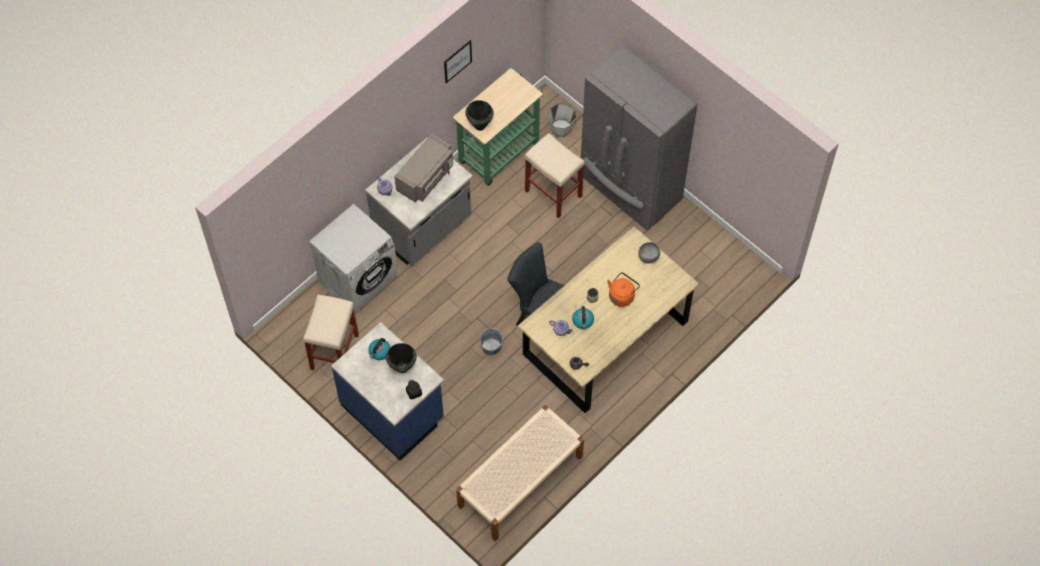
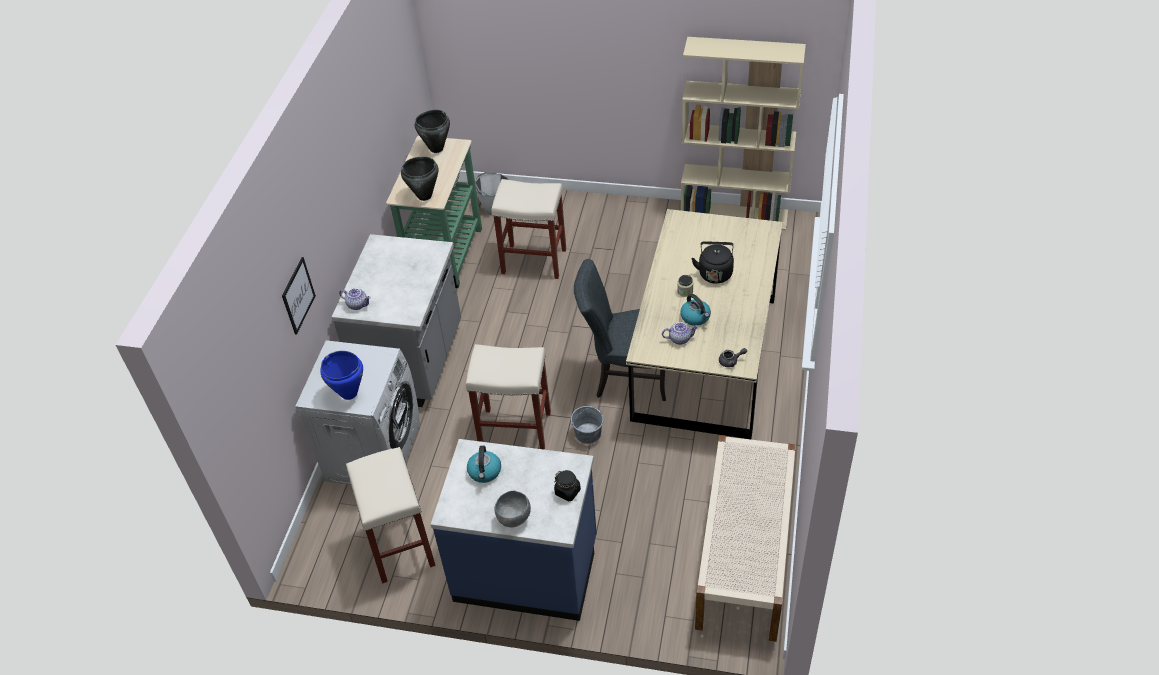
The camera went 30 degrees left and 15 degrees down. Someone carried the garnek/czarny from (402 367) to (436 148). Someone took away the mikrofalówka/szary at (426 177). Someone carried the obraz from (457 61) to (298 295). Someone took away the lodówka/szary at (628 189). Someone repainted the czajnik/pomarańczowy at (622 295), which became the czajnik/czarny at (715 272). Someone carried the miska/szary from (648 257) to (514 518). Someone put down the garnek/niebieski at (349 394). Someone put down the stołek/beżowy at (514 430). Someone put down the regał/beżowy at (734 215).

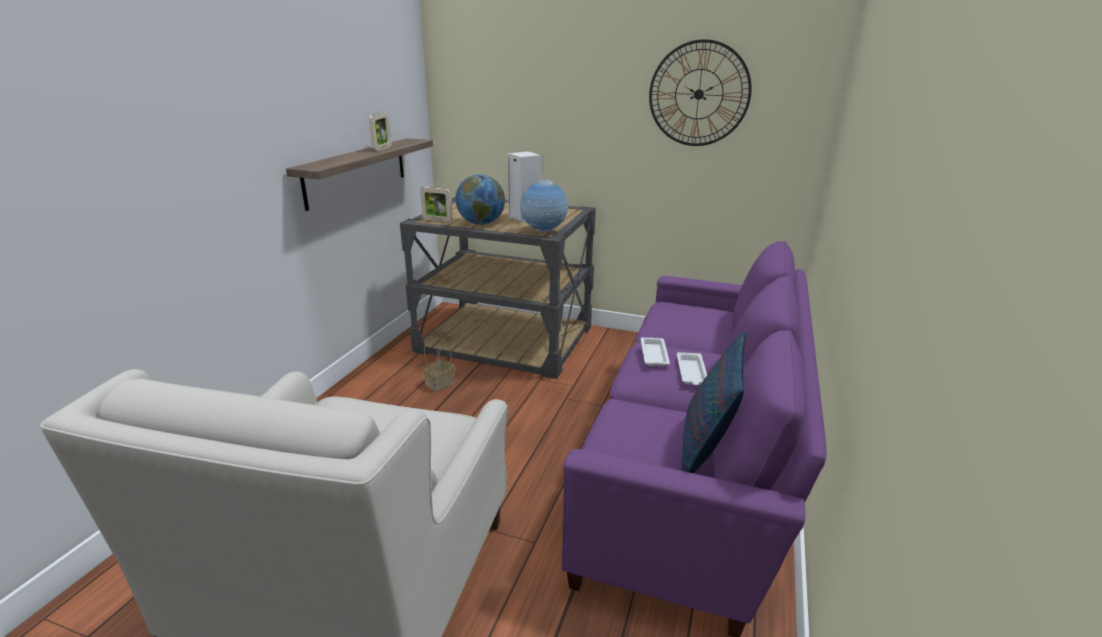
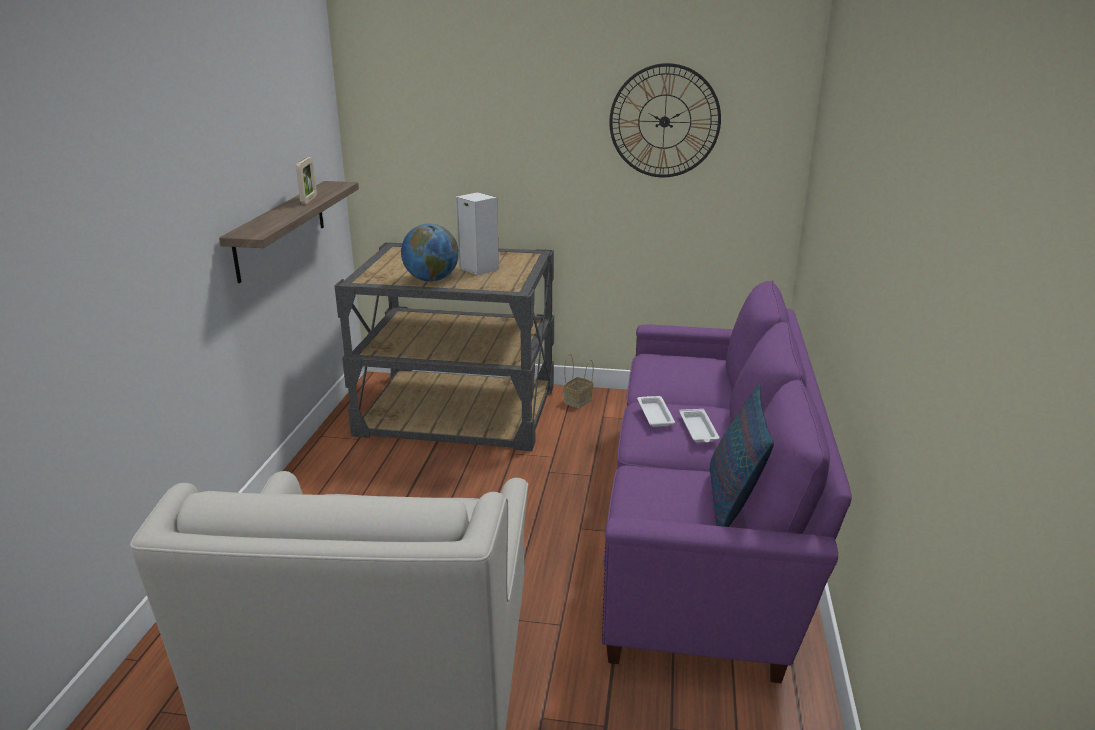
The camera went 10 degrees left and 0 degrees up. Someone took away the ramka na zdjęcie at (437 220). Someone carried the koszyk from (439 384) to (578 401). Someone took away the globus at (543 232).

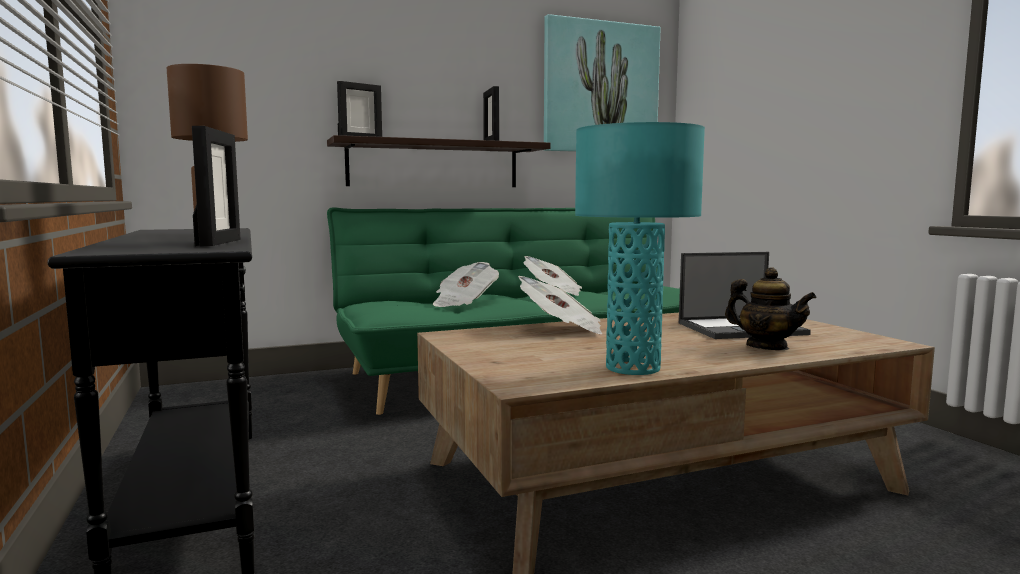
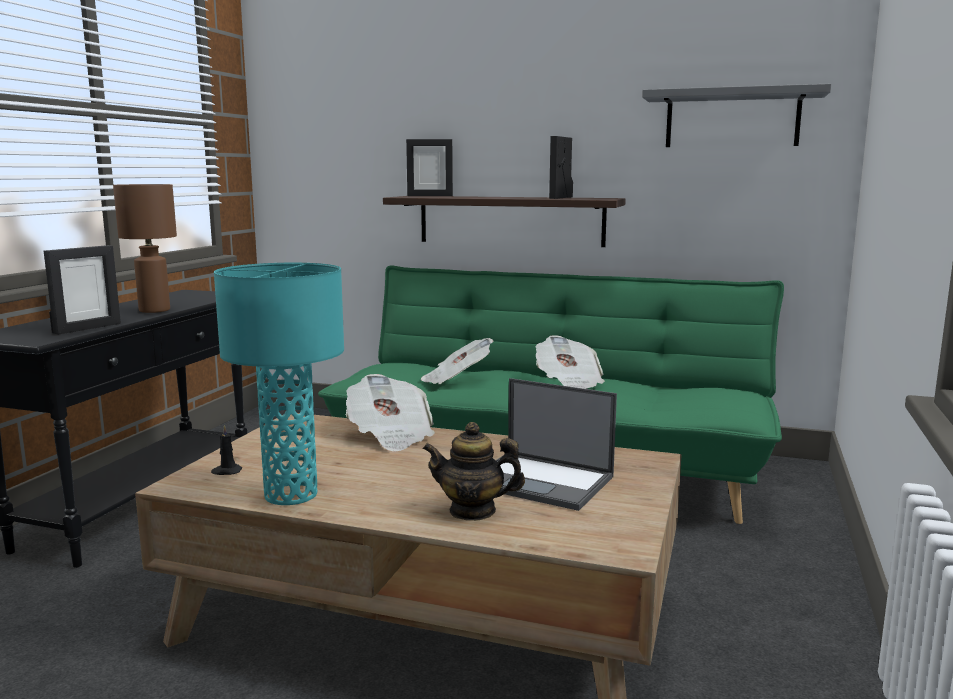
The camera went 40 degrees right and 5 degrees up. Someone swapped the obraz at (600 88) for the półka/szary at (732 119). Someone rotated the imbryk at (767 347) by 105 degrees clockwise. Someone put down the świeca/czarny at (226 471).

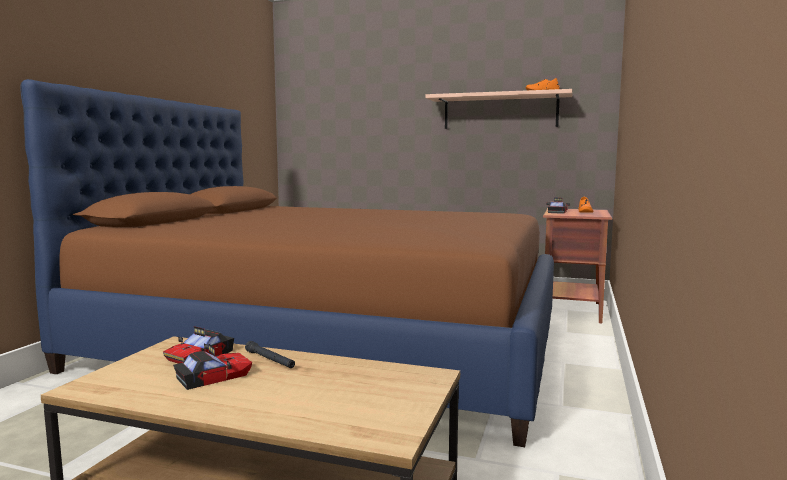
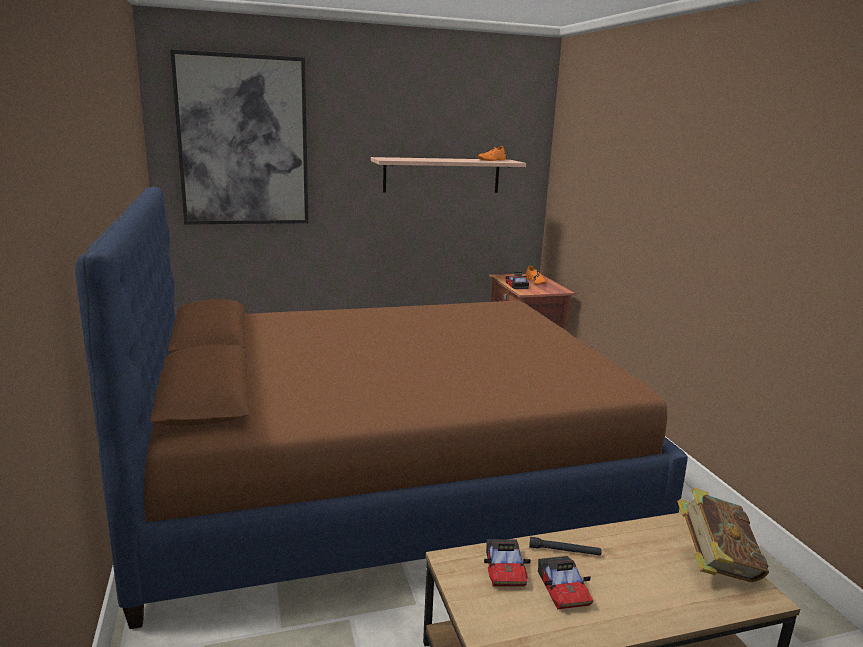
The camera went 35 degrees left and 10 degrees up. Someone rotated the samochodzik at (213 376) by 150 degrees clockwise. Someone put up the obraz at (243 141). Someone put down the książka at (715 564).

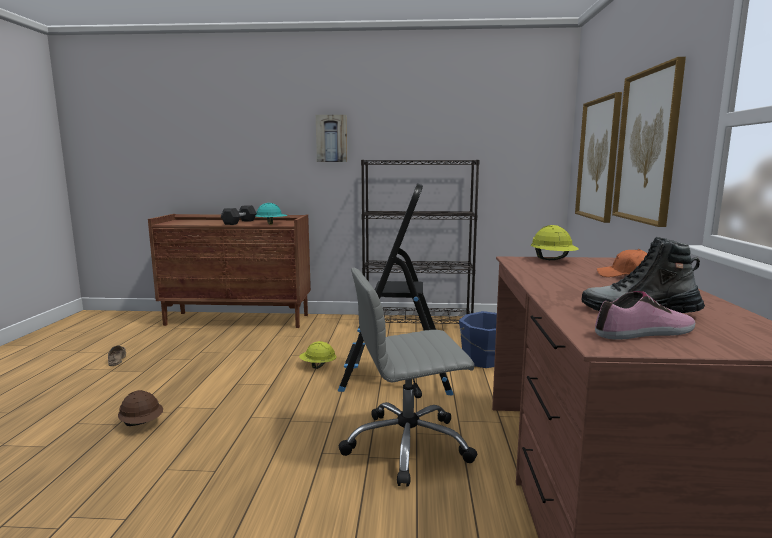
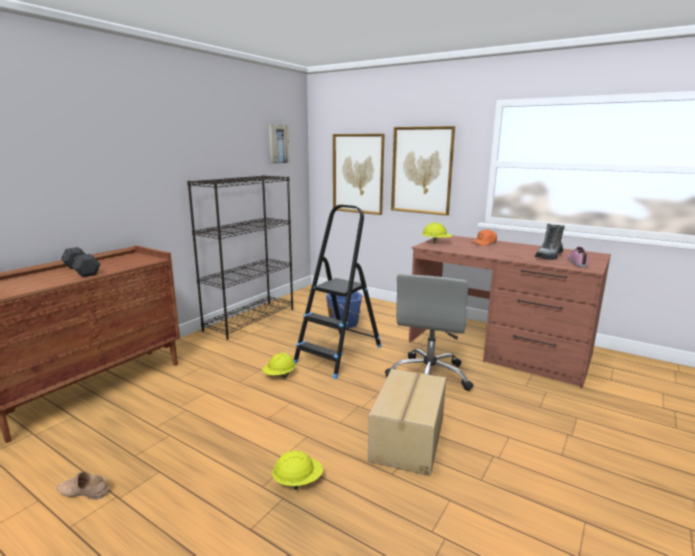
The camera went 60 degrees left and 5 degrees up. Someone repainted the kask/brązowy at (142 424), which became the kask/żółty at (298 481). Someone took away the kask/turkusowy at (271 224). Someone carried the obraz from (332 138) to (277 144). Someone put down the karton at (409 439).

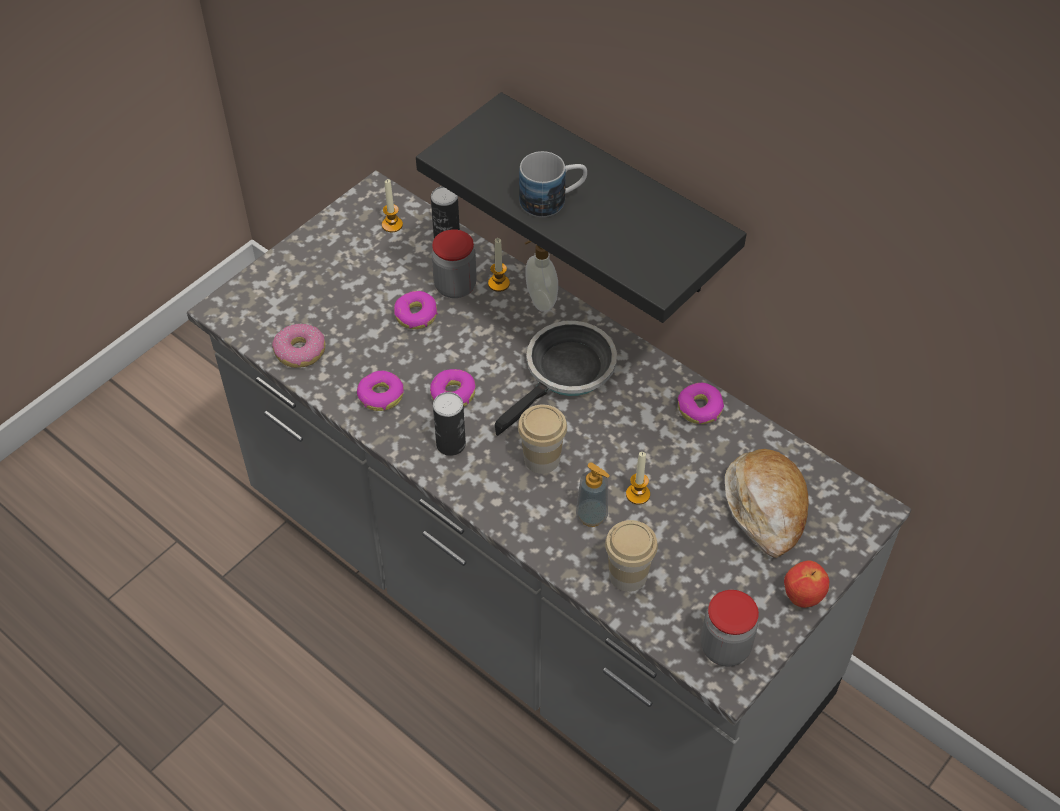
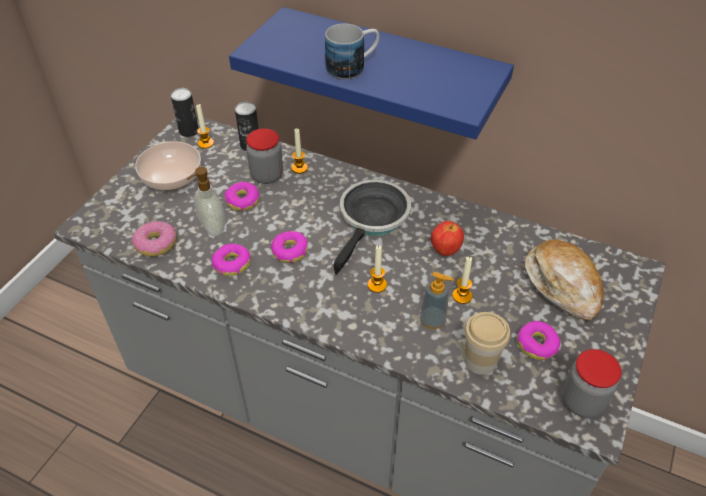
The camera went 15 degrees left and 5 degrees down. Someone repainted the półka/czarny at (616 199), which became the półka/niebieski at (390 72). Someone carried the puszka from (451 444) to (189 131). Someone swapped the filiżanka at (542 458) for the świeca at (377 285). Someone carried the dozownik mydła from (540 301) to (212 228). Someone carried the donut from (699 408) to (537 345). Someone carried the jabłko from (802 596) to (445 250). Someone put down the miska at (171 177).

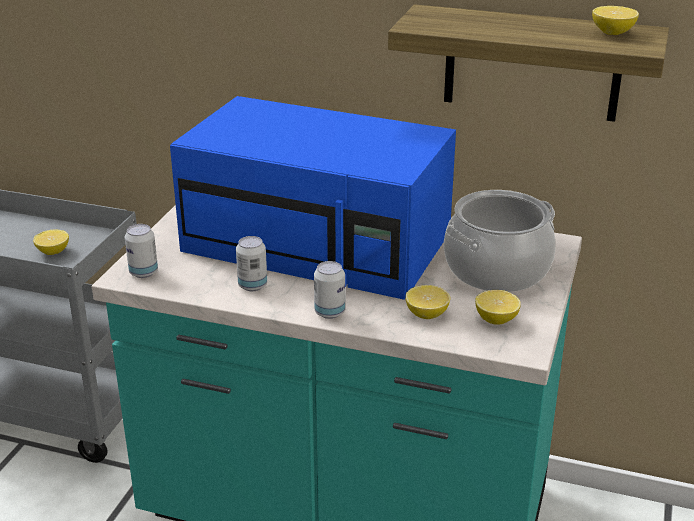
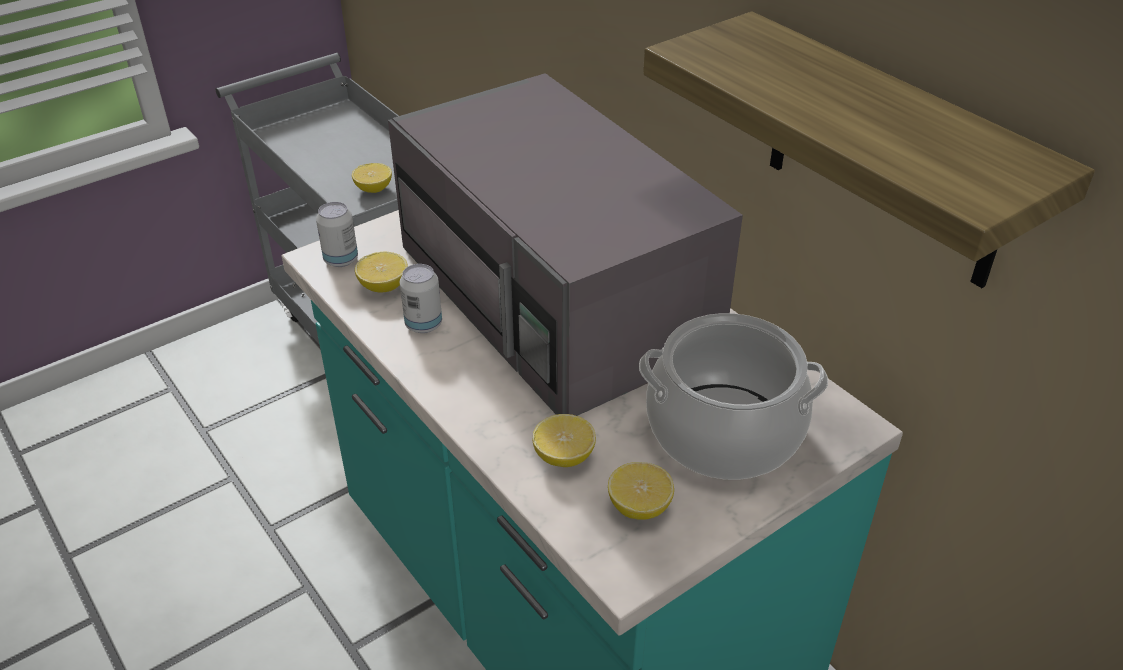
The camera went 35 degrees right and 10 degrees up. Someone repainted the mikrofalówka/niebieski at (320 242), which became the mikrofalówka/szary at (557 297). Someone took away the puszka at (329 312). Someone carried the cytryna from (612 33) to (383 286).

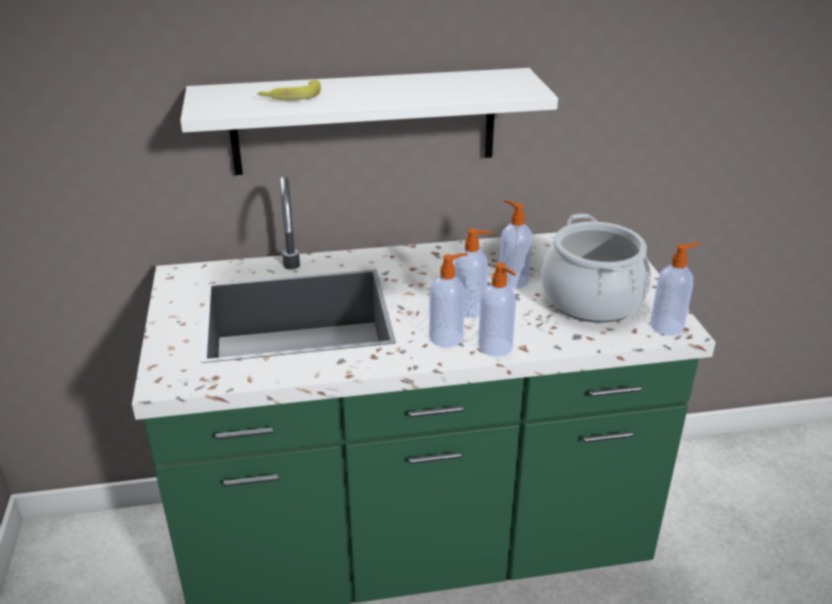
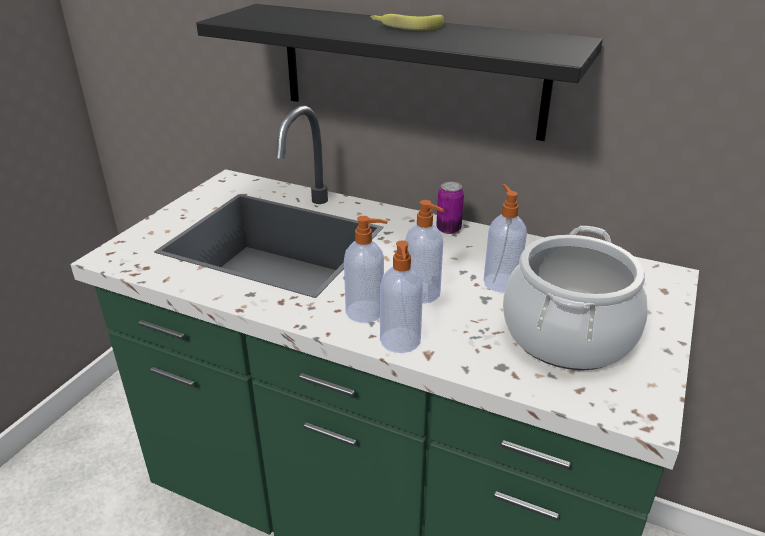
The camera went 35 degrees right and 0 degrees up. Someone repainted the półka/biały at (364 121), which became the półka/czarny at (410 70). Someone carried the banan from (290 97) to (406 27). Someone took away the dozownik mydła at (667 326). Someone put down the puszka at (448 229).

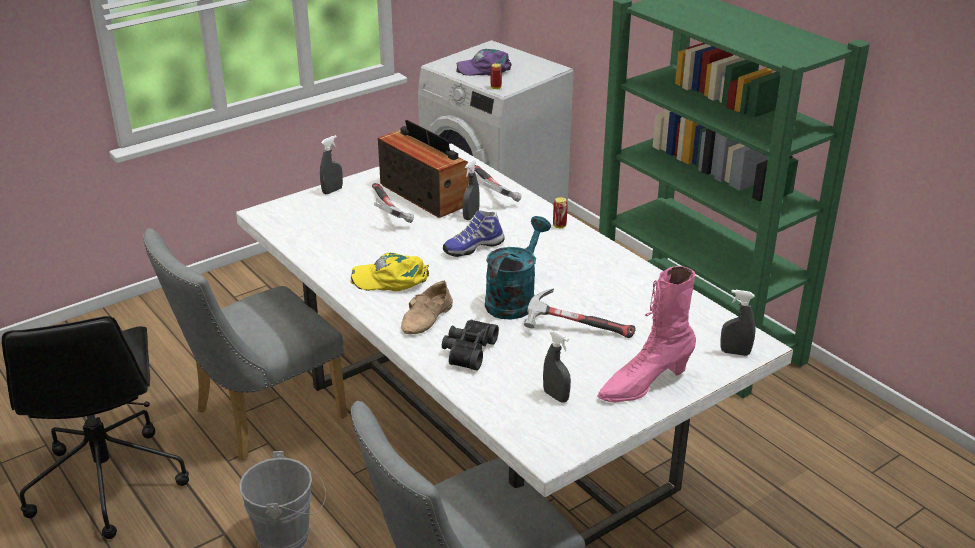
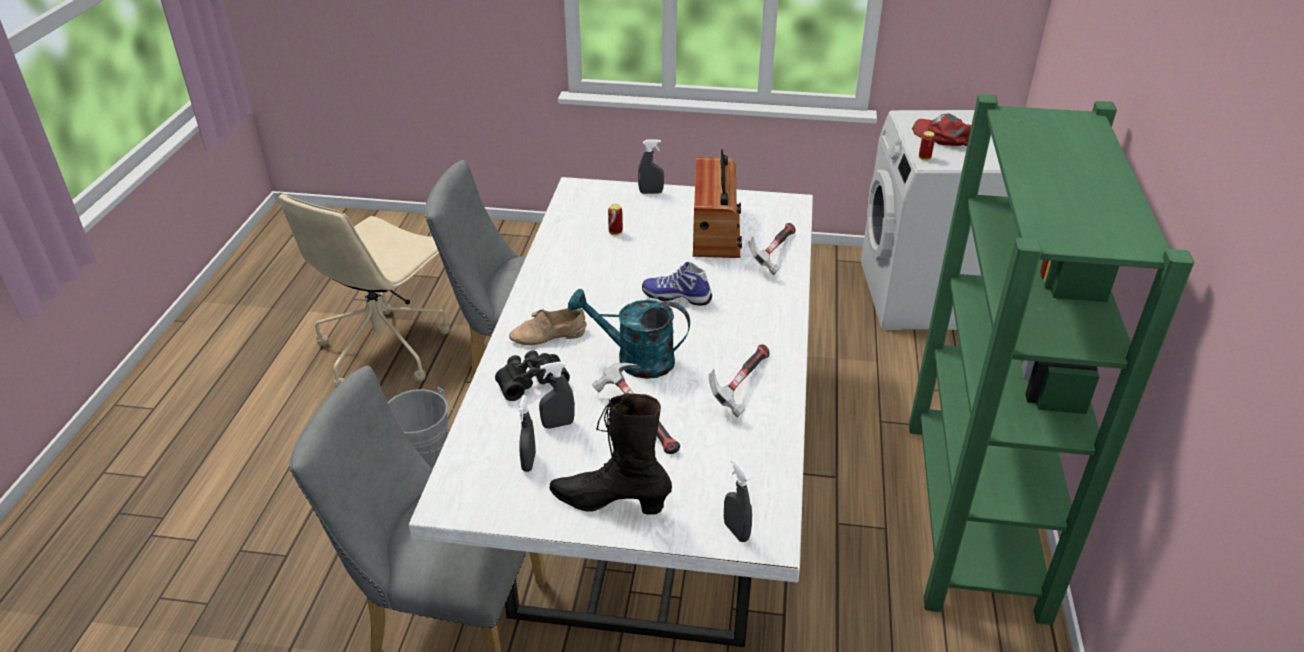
The camera went 45 degrees right and 5 degrees up. Someone repainted the krzesło biurowe/czarny at (107 479), which became the krzesło biurowe/beżowy at (388 347). Someone took away the czapka z daszkiem/żółty at (391 278). Someone carried the młotek from (387 211) to (741 387). Someone repainted the czapka z daszkiem/fioletowy at (485 69), which became the czapka z daszkiem/czerwony at (944 136). Someone carried the spryskiwacz/szary from (471 216) to (558 424). Someone rotated the konewka/turkusowy at (514 299) by 150 degrees counterclockwise. Someone carried the puszka from (559 226) to (615 232). Someone repainted the but z cholewką/różowy at (644 384), which became the but z cholewką/czarny at (610 502).

